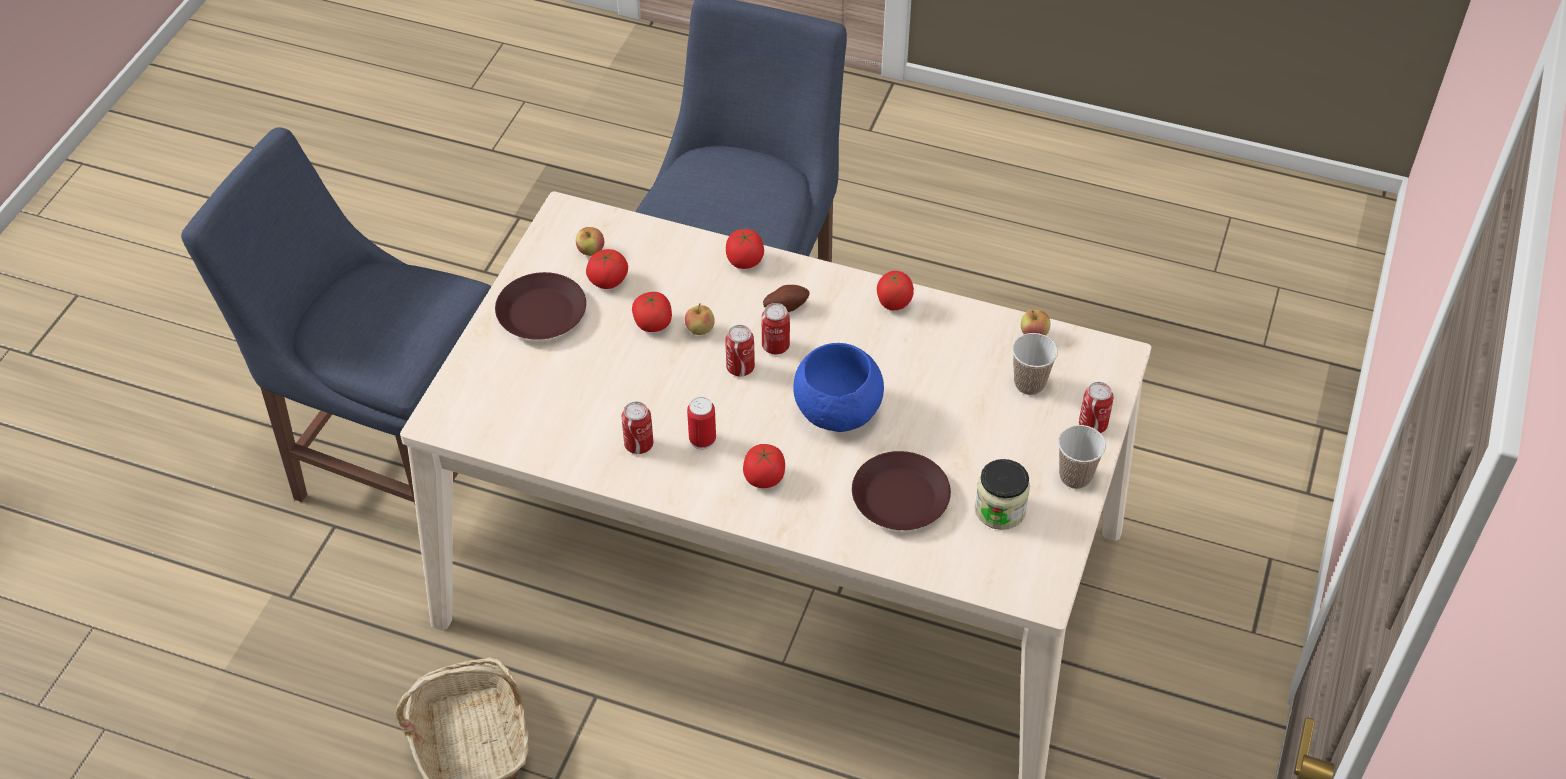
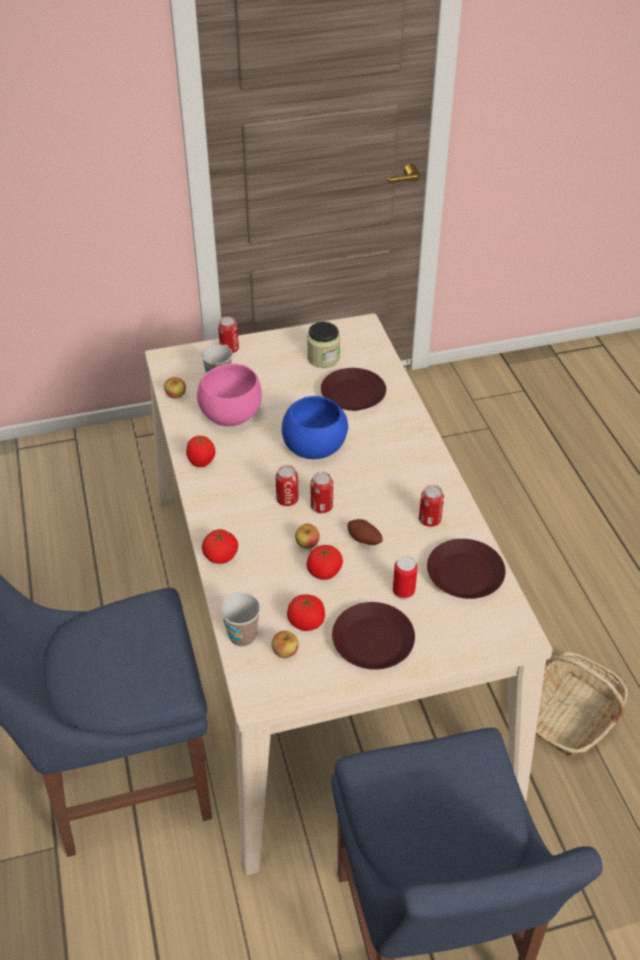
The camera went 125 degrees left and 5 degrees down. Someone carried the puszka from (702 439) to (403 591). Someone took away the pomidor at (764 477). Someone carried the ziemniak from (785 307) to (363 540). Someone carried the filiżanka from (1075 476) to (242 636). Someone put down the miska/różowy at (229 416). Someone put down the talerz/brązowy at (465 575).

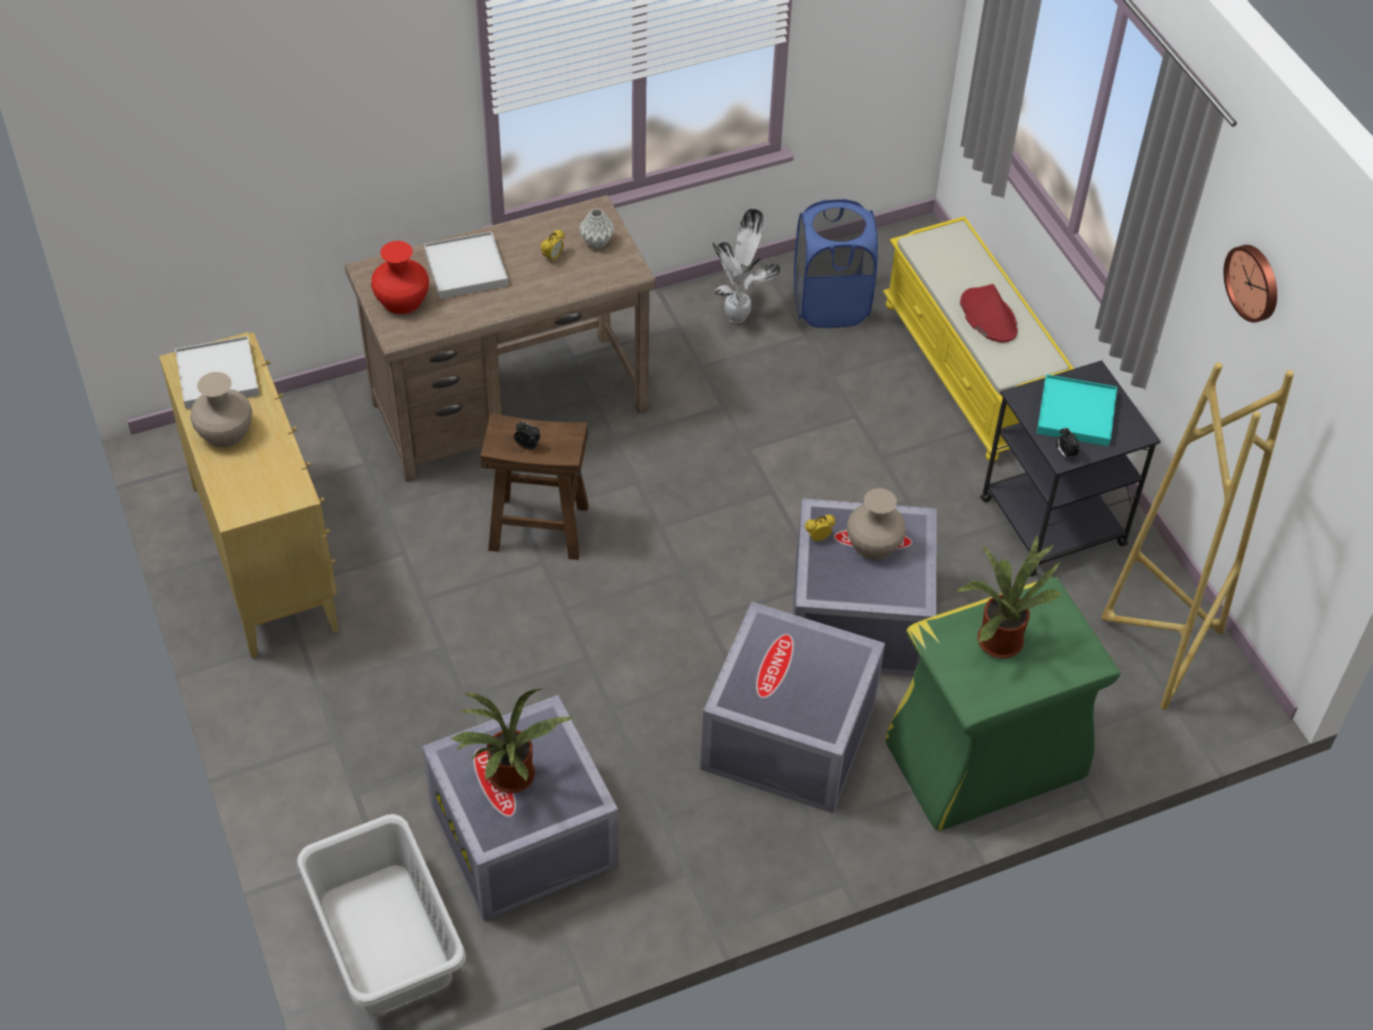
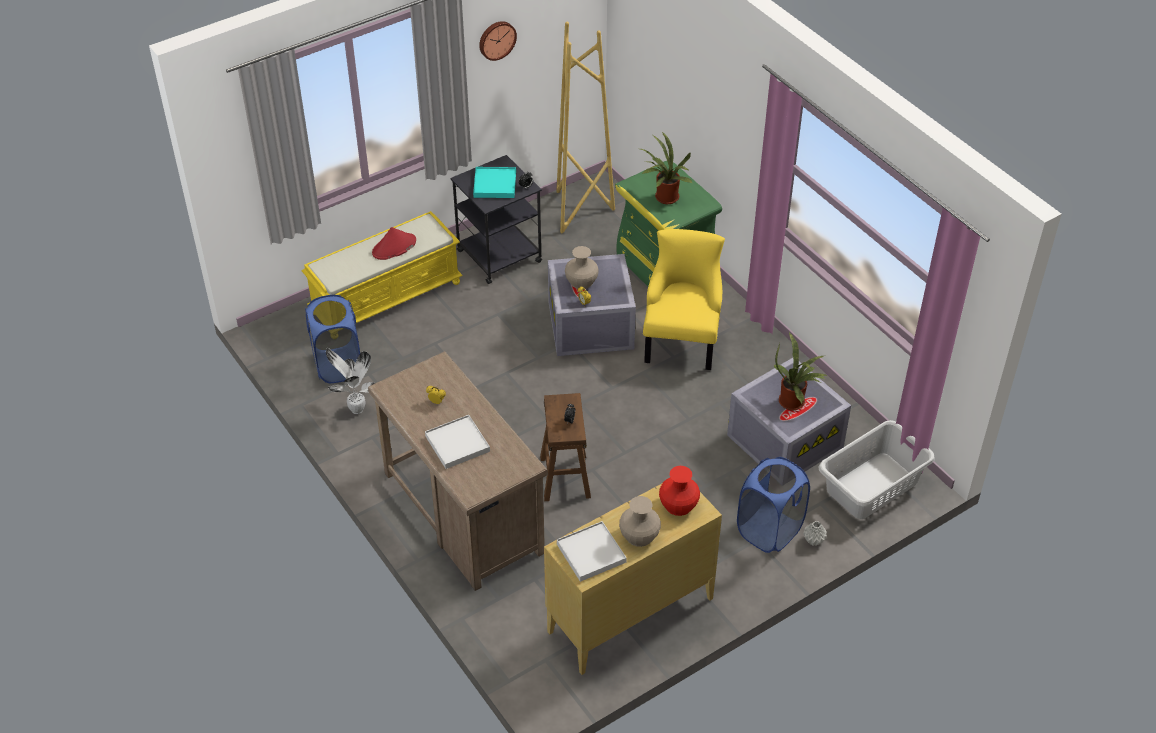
The camera went 100 degrees left and 5 degrees down. Someone carried the wazon/czerwony from (402 300) to (678 504). Someone carried the wazon/szary from (596 242) to (813 541). Someone swapped the pojemnik do przechowywania/szary at (790 738) for the krzesło/żółty at (681 343). Someone put down the kosz na pranie/niebieski at (769 530).

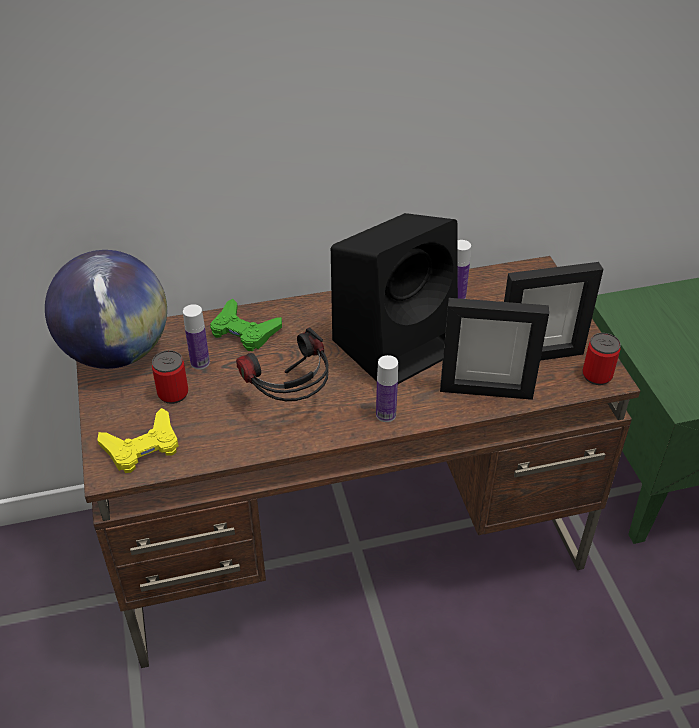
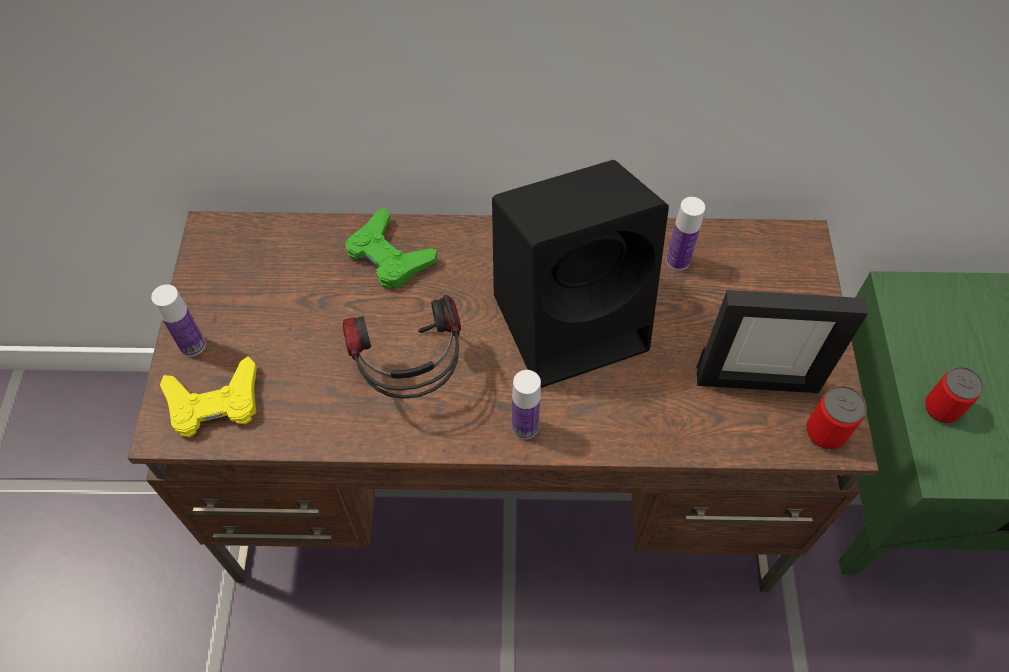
The camera went 15 degrees right and 15 degrees up. Someone took away the globus at (117 352). Someone carried the puszka from (173 394) to (941 408). Someone carried the butelka from (200 363) to (192 345). Someone took away the ramka na zdjęcie at (486 390).

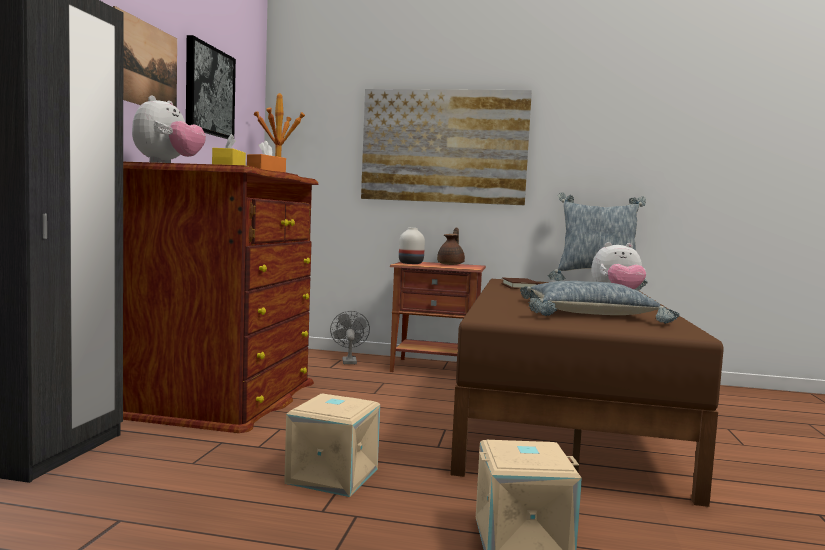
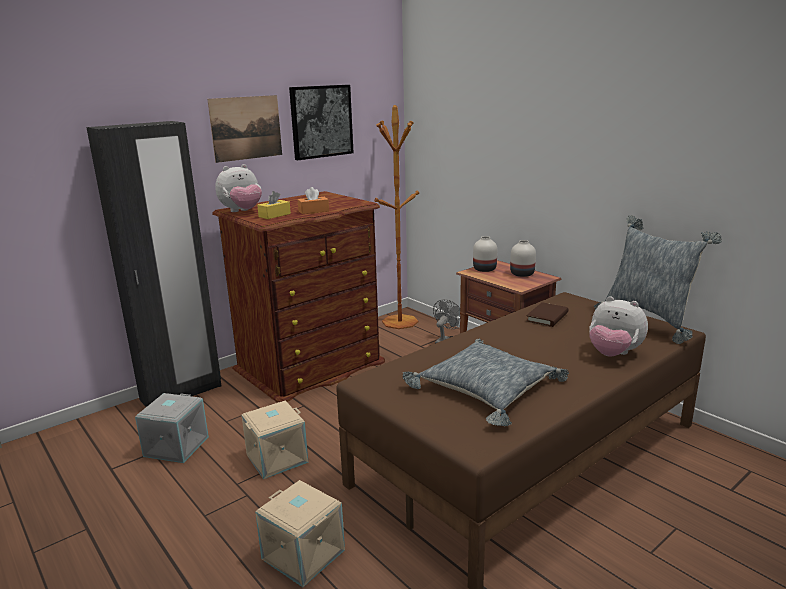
The camera went 40 degrees right and 15 degrees up. Someone took away the obraz at (444 146). Someone swapped the imbryk/brązowy at (451 264) for the wazon/biały at (522 274). Someone put down the pojemnik do przechowywania/szary at (175 446).

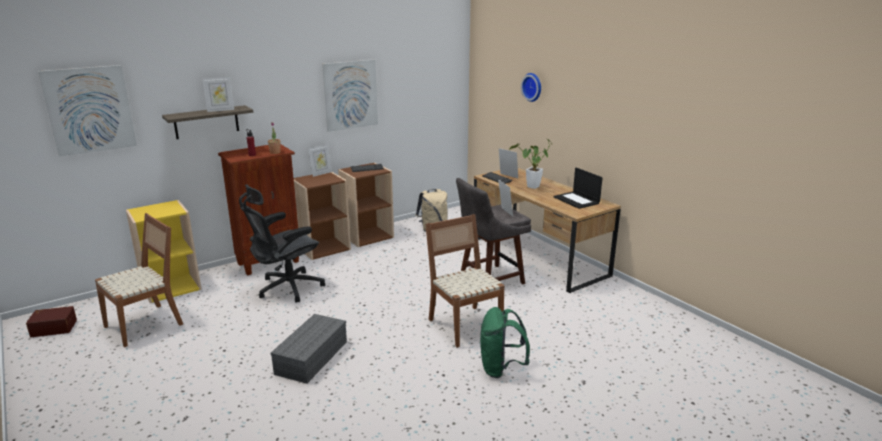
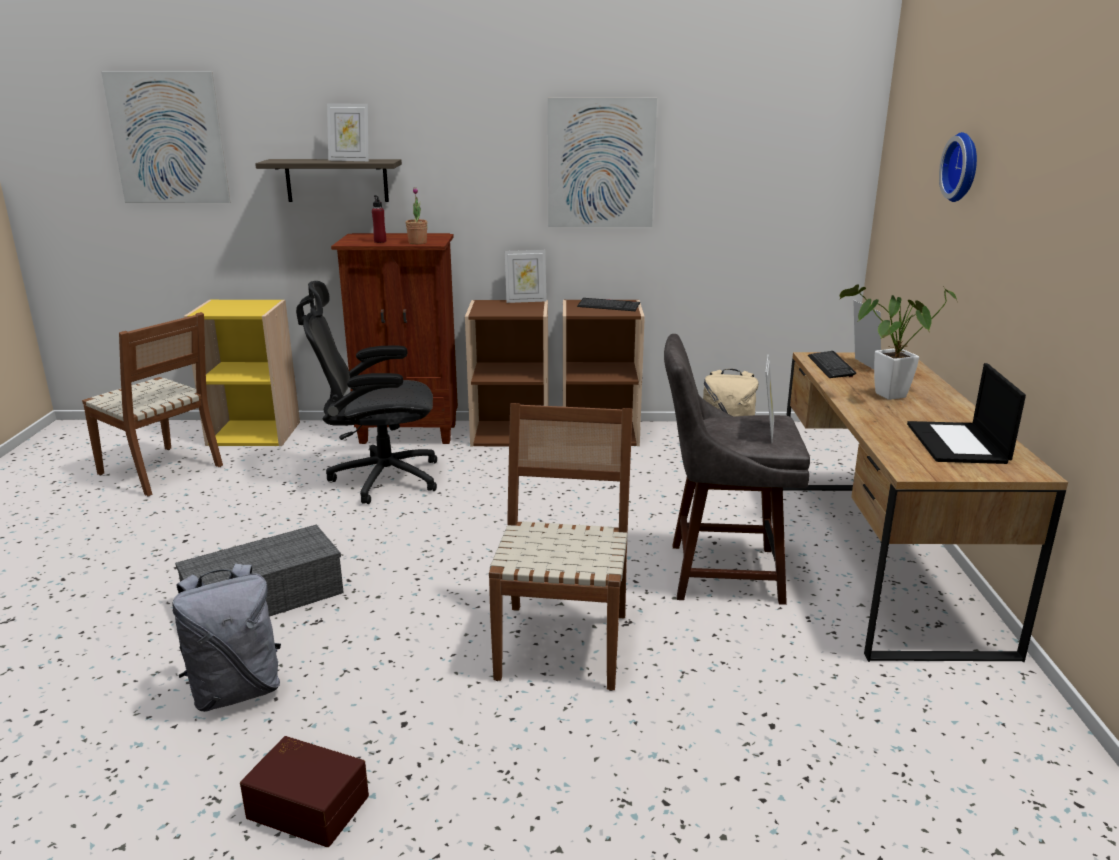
The camera went 35 degrees right and 0 degrees up. Someone carried the pojemnik do przechowywania/brązowy from (54 328) to (309 804). Someone rotated the krzesło at (147 324) by 45 degrees clockwise. Someone took away the plecak/zielony at (501 369). Someone put down the plecak/szary at (236 690).

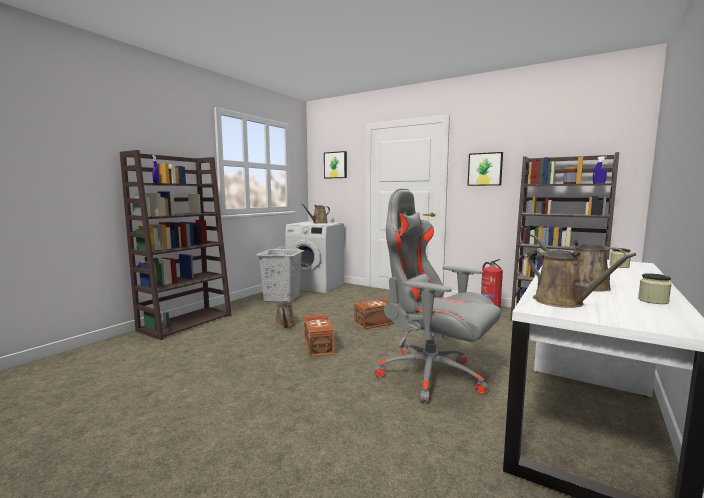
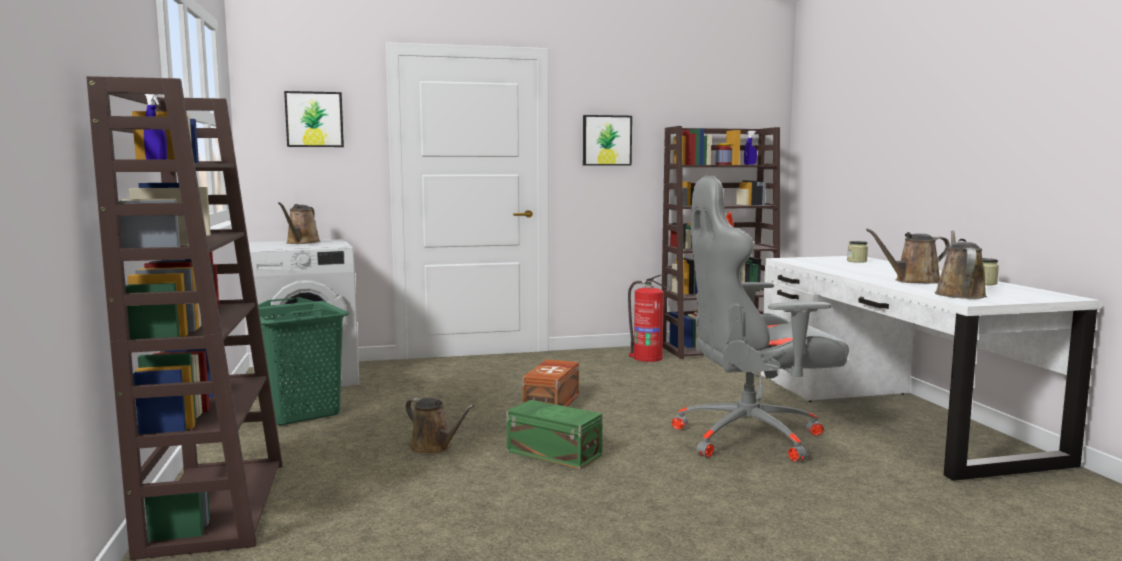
The camera went 45 degrees left and 0 degrees up. Someone repainted the kosz na pranie/szary at (281 298), which became the kosz na pranie/zielony at (300 413). Someone repainted the pojemnik do przechowywania/brązowy at (319 345), which became the pojemnik do przechowywania/zielony at (553 452). Someone rotated the konewka/brązowy at (562 302) by 90 degrees counterclockwise.

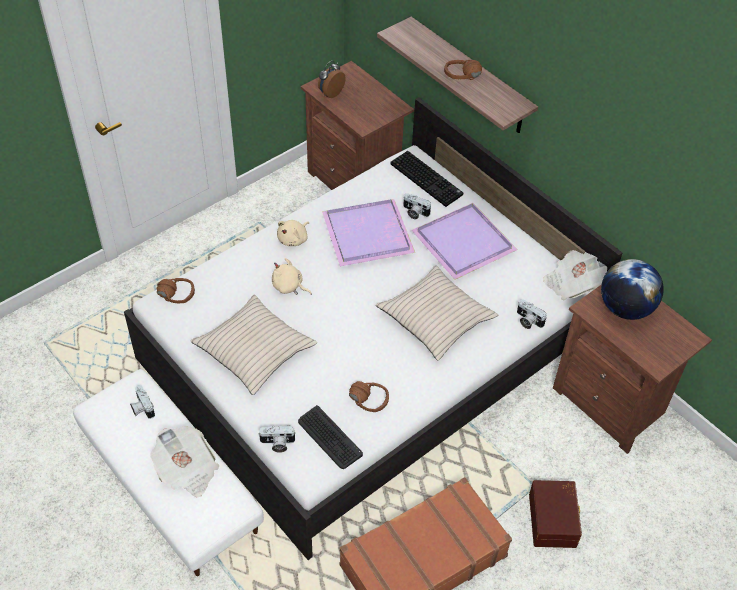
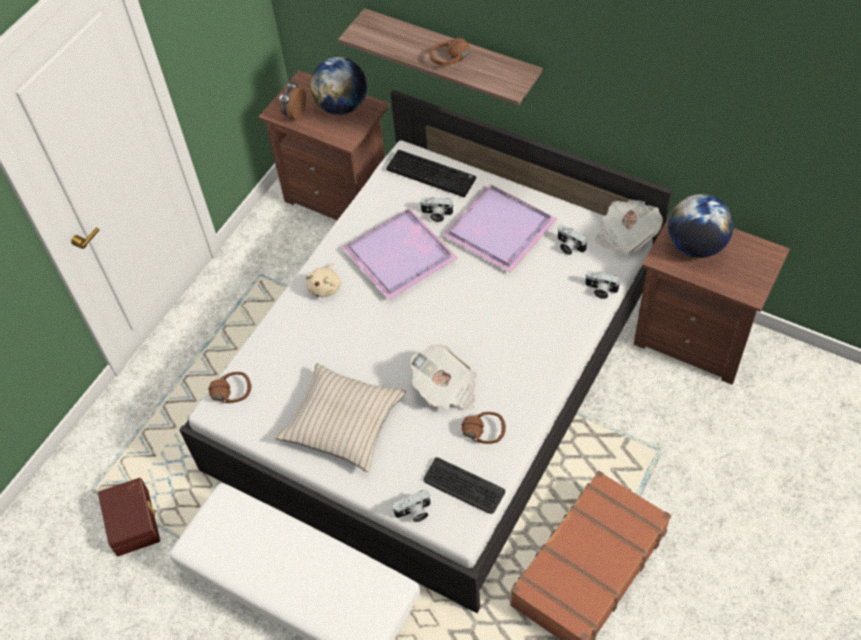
The camera went 15 degrees left and 5 degrees up. Someone carried the aparat fotograficzny from (141 408) to (569 246). Someone carried the gazeta from (187 470) to (446 389). Someone took away the pluszak/beżowy at (289 287). Someone took away the poduszka/beżowy at (435 318). Someone carried the pojemnik do przechowywania/brązowy from (554 520) to (134 521). Someone put down the globus at (342 106).

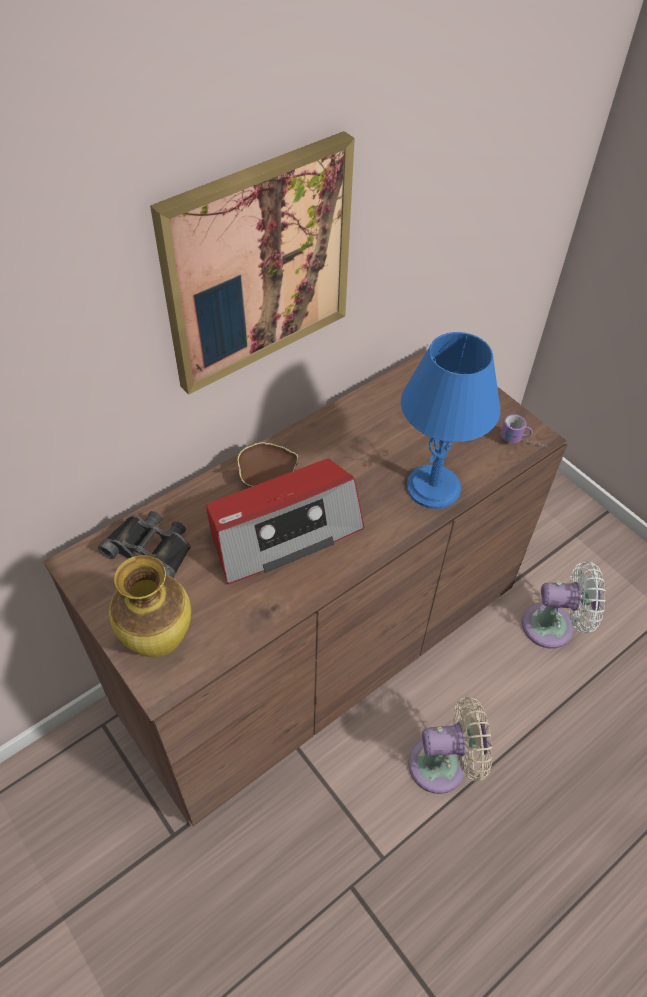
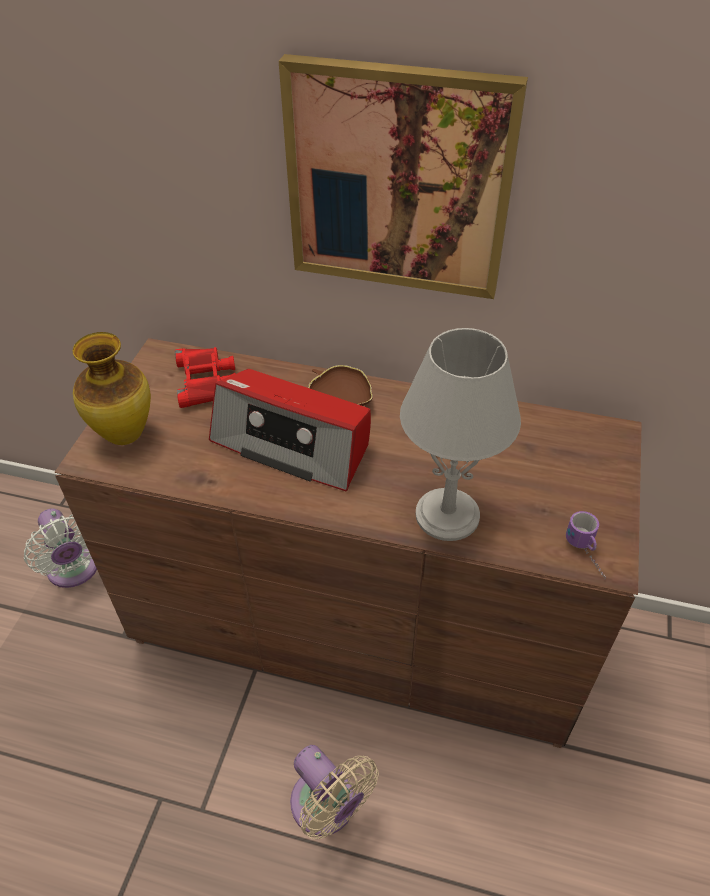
The camera went 55 degrees right and 5 degrees down. Someone repainted the lornetka/czarny at (151 548), which became the lornetka/czerwony at (206 381). Someone repainted the lampa stołowa/niebieski at (433 488), which became the lampa stołowa/szary at (446 515). Someone carried the wentylator/biały from (553 626) to (75 570).

